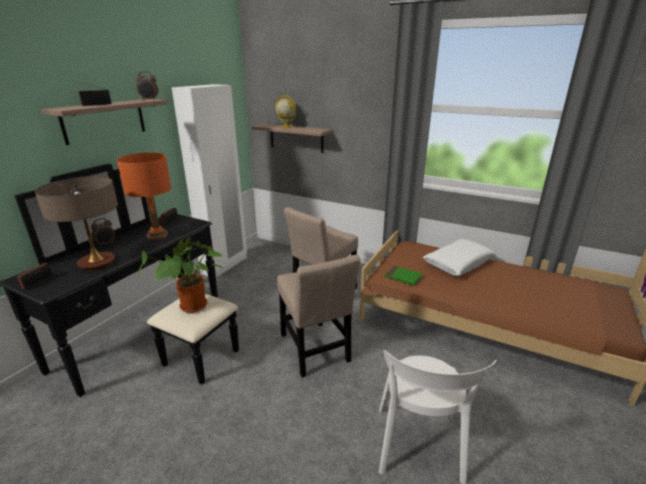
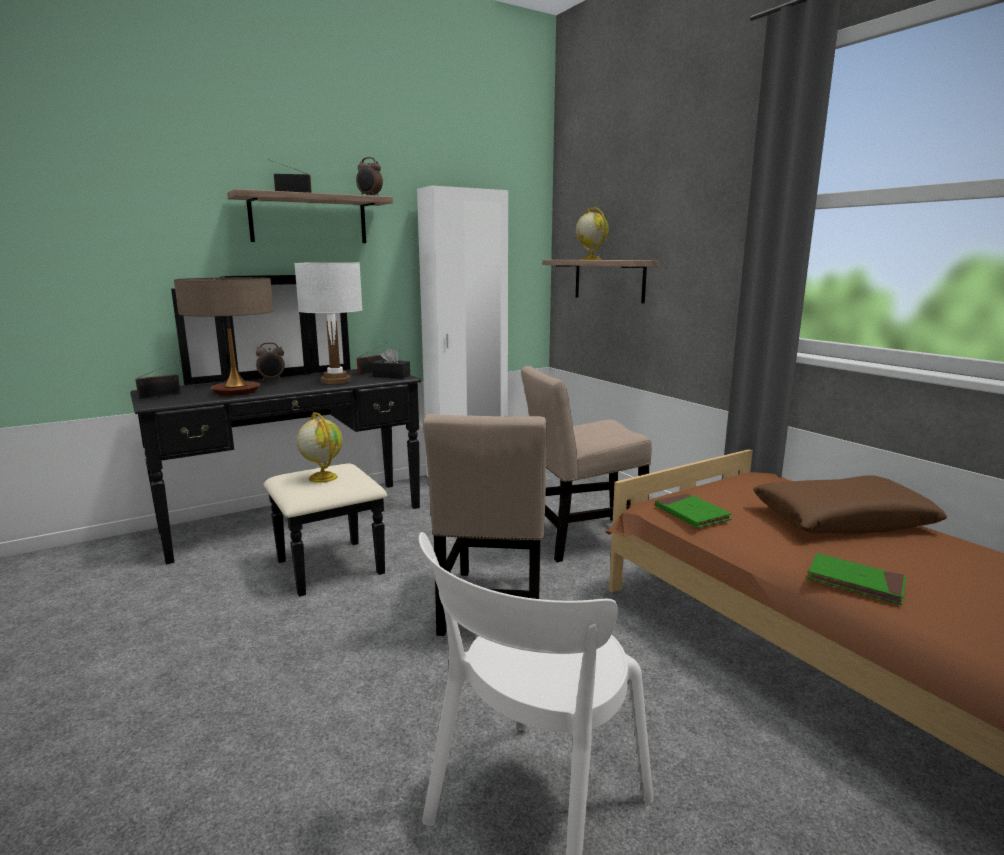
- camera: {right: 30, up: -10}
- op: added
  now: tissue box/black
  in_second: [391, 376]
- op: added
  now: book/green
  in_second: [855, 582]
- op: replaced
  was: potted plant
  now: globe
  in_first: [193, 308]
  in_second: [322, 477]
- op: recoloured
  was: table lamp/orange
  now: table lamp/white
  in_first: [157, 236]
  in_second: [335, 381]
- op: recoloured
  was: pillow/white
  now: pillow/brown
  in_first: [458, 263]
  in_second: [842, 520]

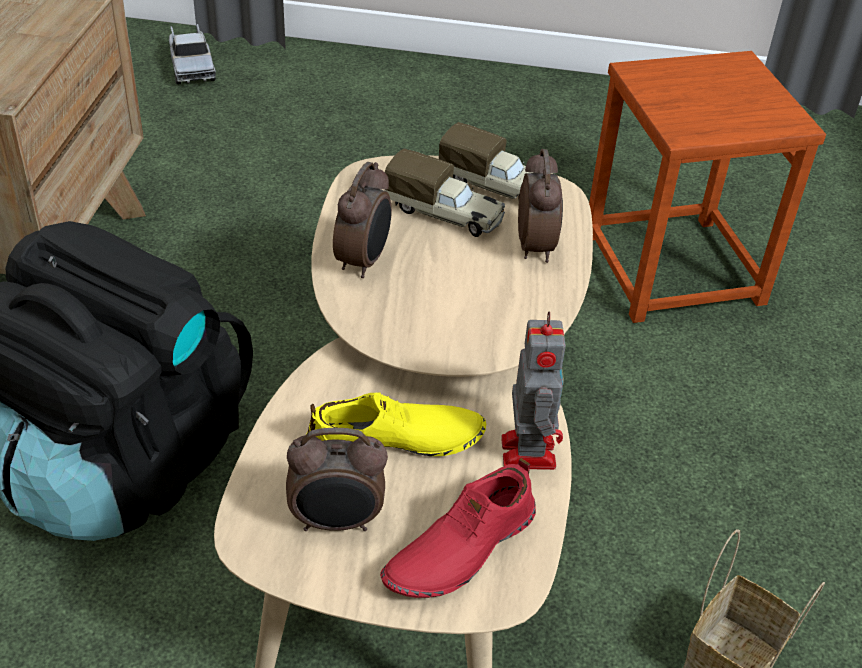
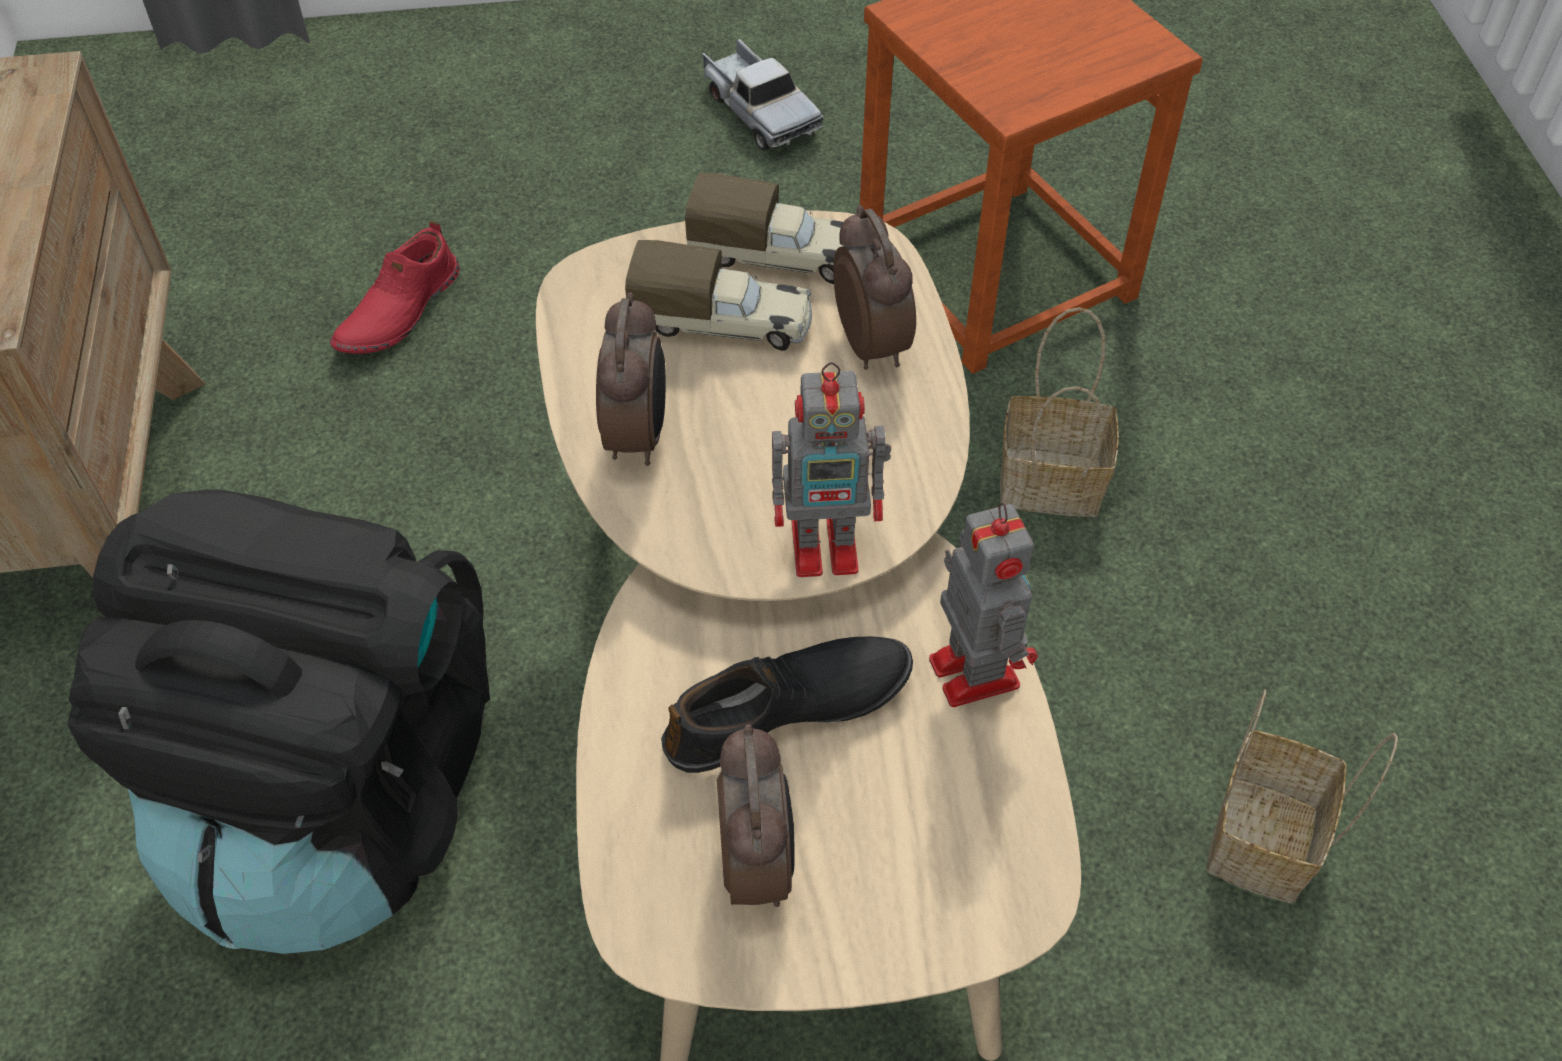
- camera: {right: -15, up: 10}
- op: added
  now: toy robot
  in_second: [829, 545]
- op: added
  now: basket
  in_second: [1046, 484]
- op: moved
  was: toy truck
  in_first: [191, 65]
  in_second: [759, 111]
- op: moved
  was: shoe/red
  in_first: [460, 548]
  in_second: [398, 311]
- op: recoloured
  was: shoe/yellow
  now: shoe/black
  in_first: [395, 442]
  in_second: [788, 712]
- op: turned
  was: alarm clock
  in_first: [337, 522]
  in_second: [758, 864]
  clockwise: -75

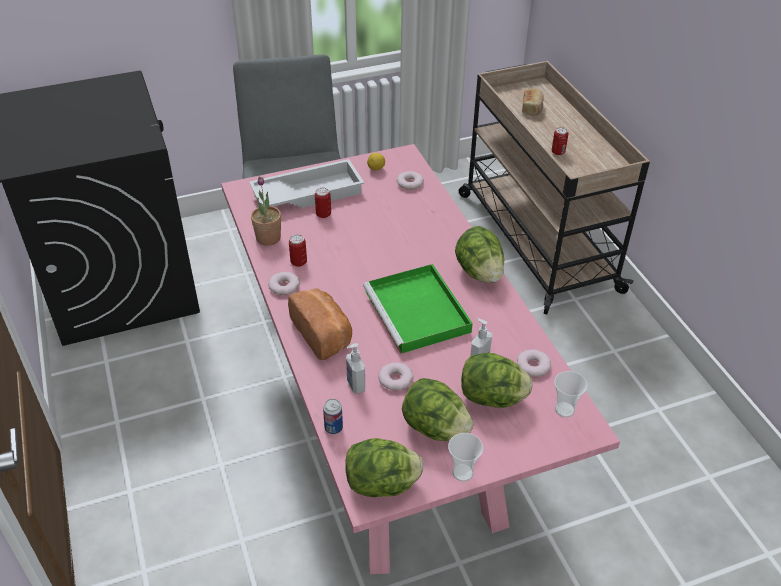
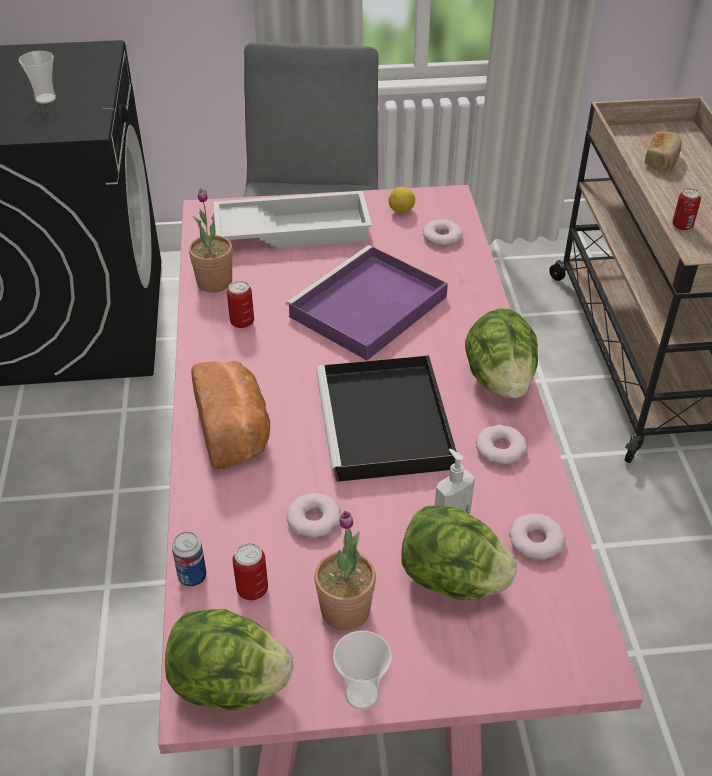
- camera: {right: 15, up: 0}
- op: removed
  was: soap dispenser
  in_first: [355, 385]
- op: added
  now: tray/purple
  in_second: [367, 308]
- op: moved
  was: donut
  in_first: [284, 286]
  in_second: [500, 449]
- op: moved
  was: can
  in_first: [323, 214]
  in_second: [252, 589]
- op: moved
  was: cup
  in_first: [564, 410]
  in_second: [45, 98]
- op: replaced
  was: lettuce
  now: potted plant
  in_first: [435, 428]
  in_second: [345, 610]
- op: recoloured
  was: tray/green
  now: tray/black
  in_first: [418, 312]
  in_second: [386, 424]

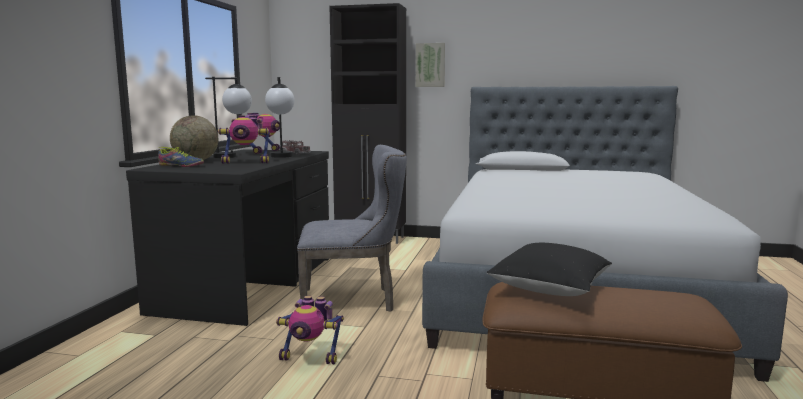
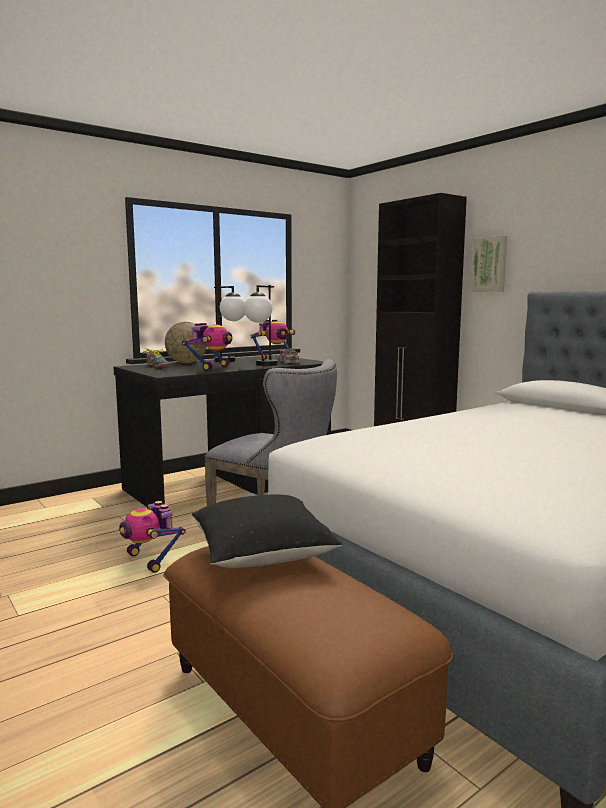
- camera: {right: 40, up: 0}
- op: turned
  was: toy robot
  in_first: [246, 162]
  in_second: [211, 368]
  clockwise: -105

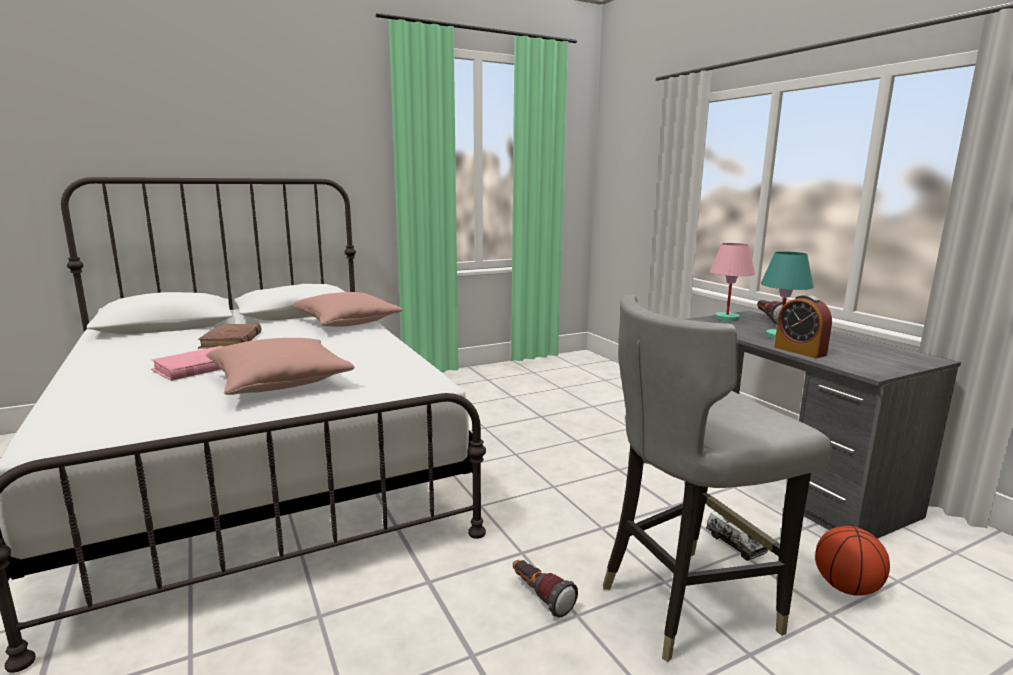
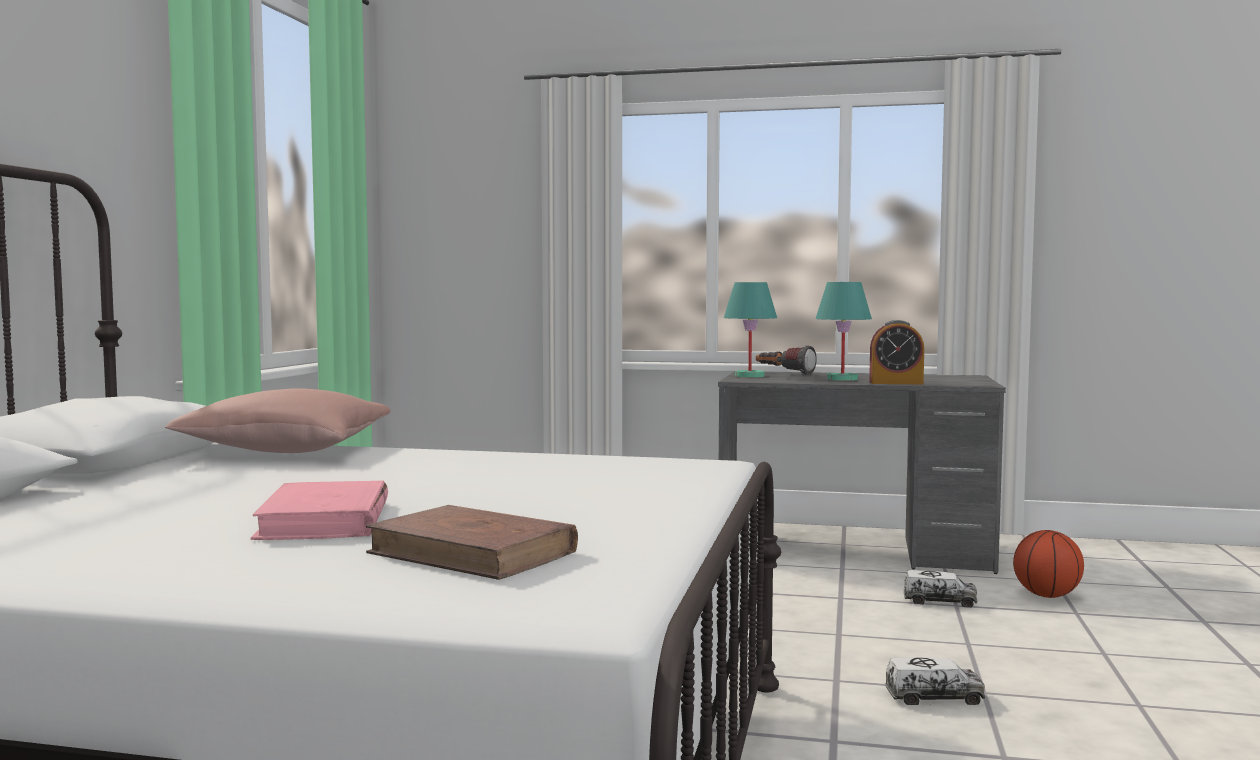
- camera: {right: -50, up: -10}
- op: removed
  was: pillow/pink
  in_first: [280, 382]
- op: removed
  was: chair/grey
  in_first: [688, 602]
- op: moved
  was: book/brown
  in_first: [231, 340]
  in_second: [473, 553]
- op: replaced
  was: flashlight
  now: toy truck
  in_first: [540, 597]
  in_second: [934, 697]
- op: recoloured
  was: table lamp/pink
  now: table lamp/turquoise
  in_first: [726, 318]
  in_second: [749, 376]

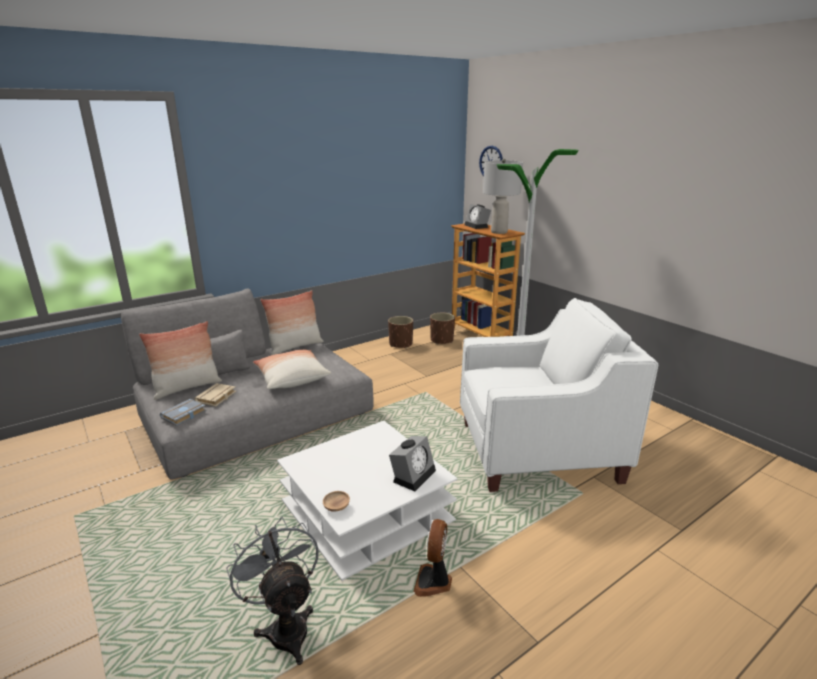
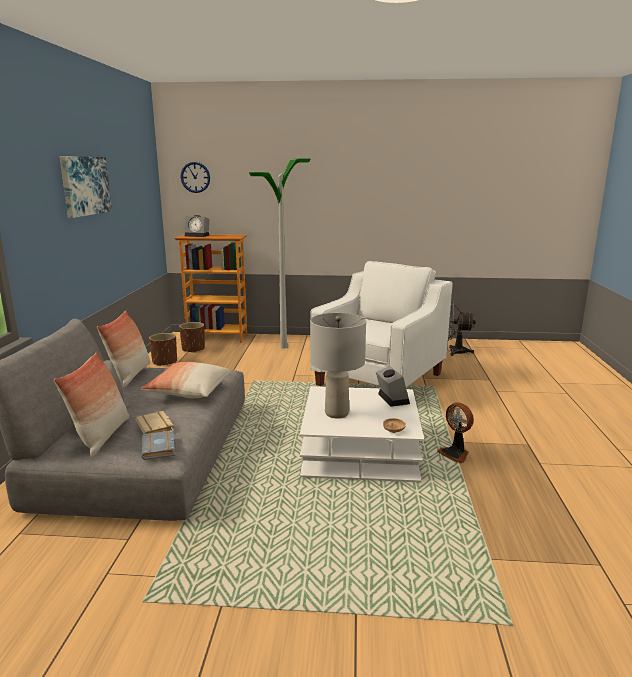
- camera: {right: -50, up: -5}
- op: added
  now: picture
  in_second: [84, 185]
- op: moved
  was: fan/grey
  in_first: [285, 626]
  in_second: [453, 351]
- op: moved
  was: table lamp/grey
  in_first: [498, 232]
  in_second: [336, 413]

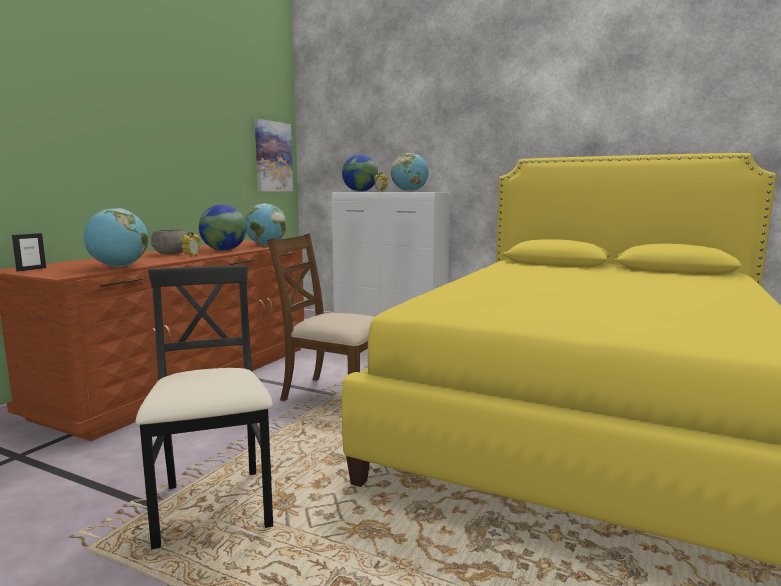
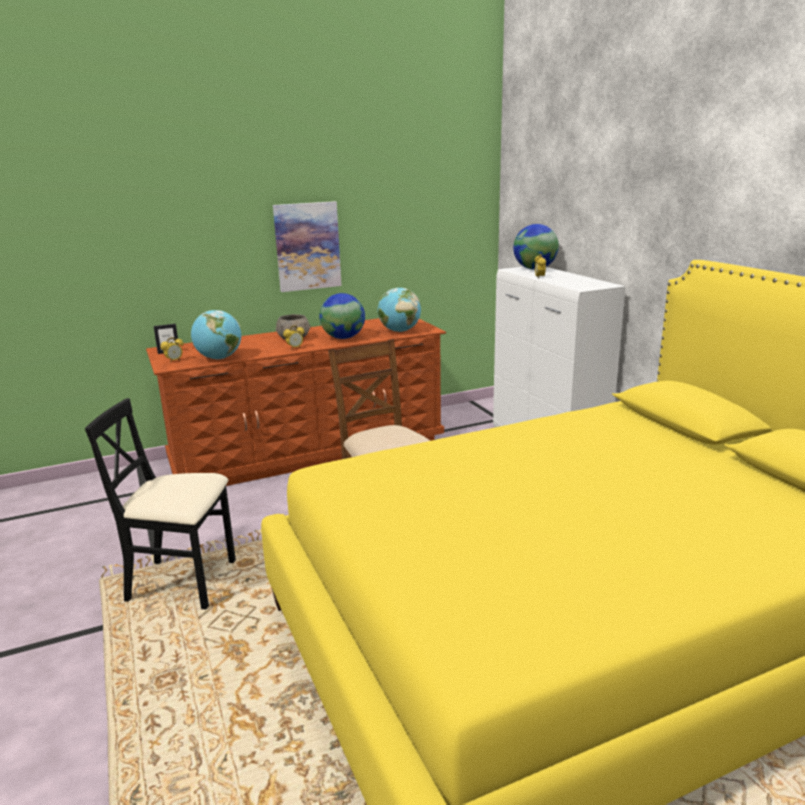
- camera: {right: 40, up: 10}
- op: removed
  was: globe
  in_first: [409, 191]
- op: added
  now: alarm clock
  in_second: [174, 361]
- op: moved
  was: picture
  in_first: [273, 156]
  in_second: [307, 246]
- op: turned
  was: chair/black
  in_first: [214, 507]
  in_second: [183, 582]
  clockwise: -105

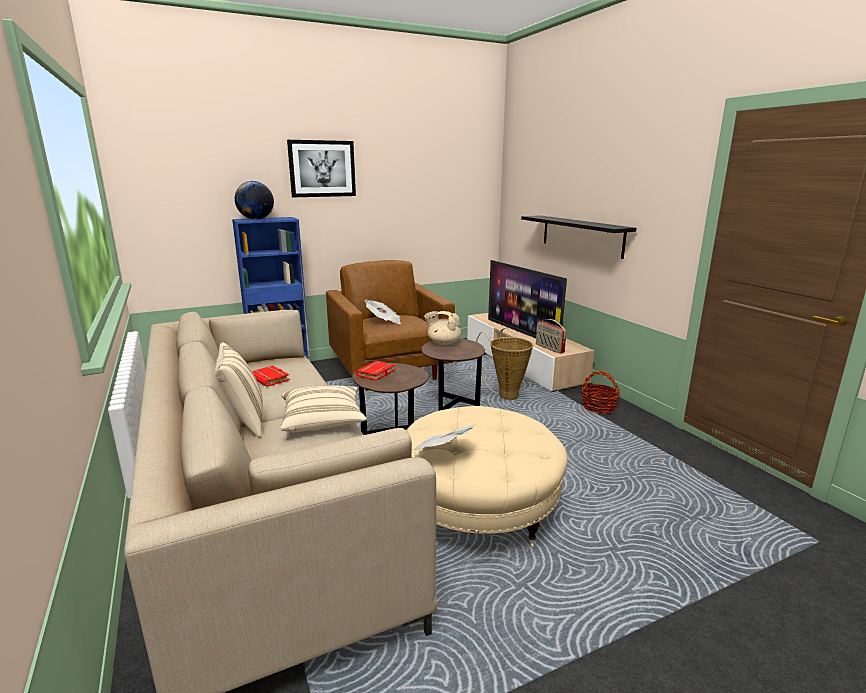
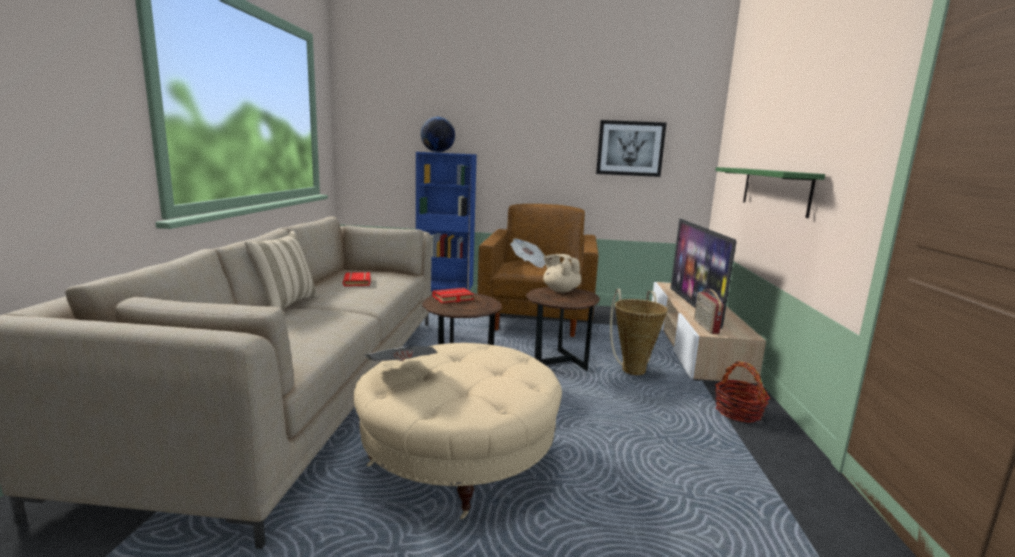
- camera: {right: 30, up: -5}
- op: removed
  was: pillow/beige
  in_first: [323, 422]
- op: moved
  was: picture
  in_first: [322, 168]
  in_second: [630, 148]
- op: recoloured
  was: shelf/black
  now: shelf/green
  in_first: [581, 235]
  in_second: [774, 190]

